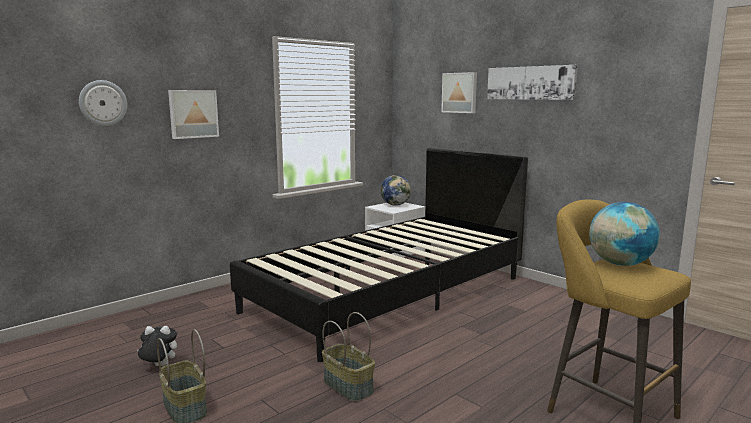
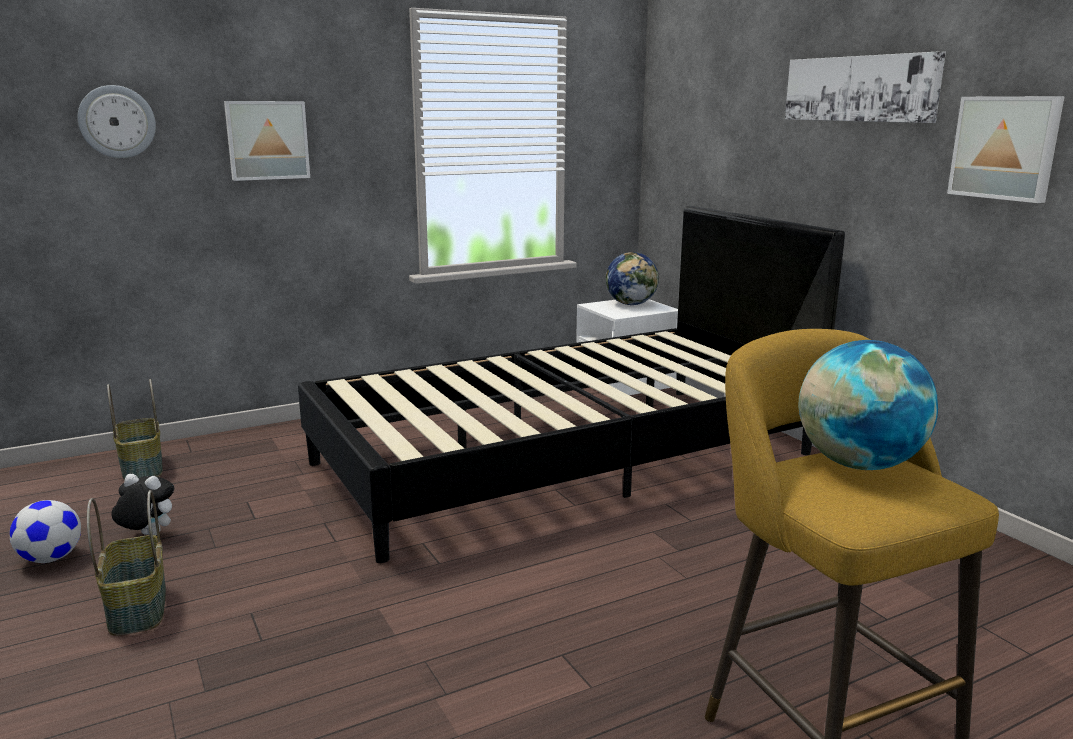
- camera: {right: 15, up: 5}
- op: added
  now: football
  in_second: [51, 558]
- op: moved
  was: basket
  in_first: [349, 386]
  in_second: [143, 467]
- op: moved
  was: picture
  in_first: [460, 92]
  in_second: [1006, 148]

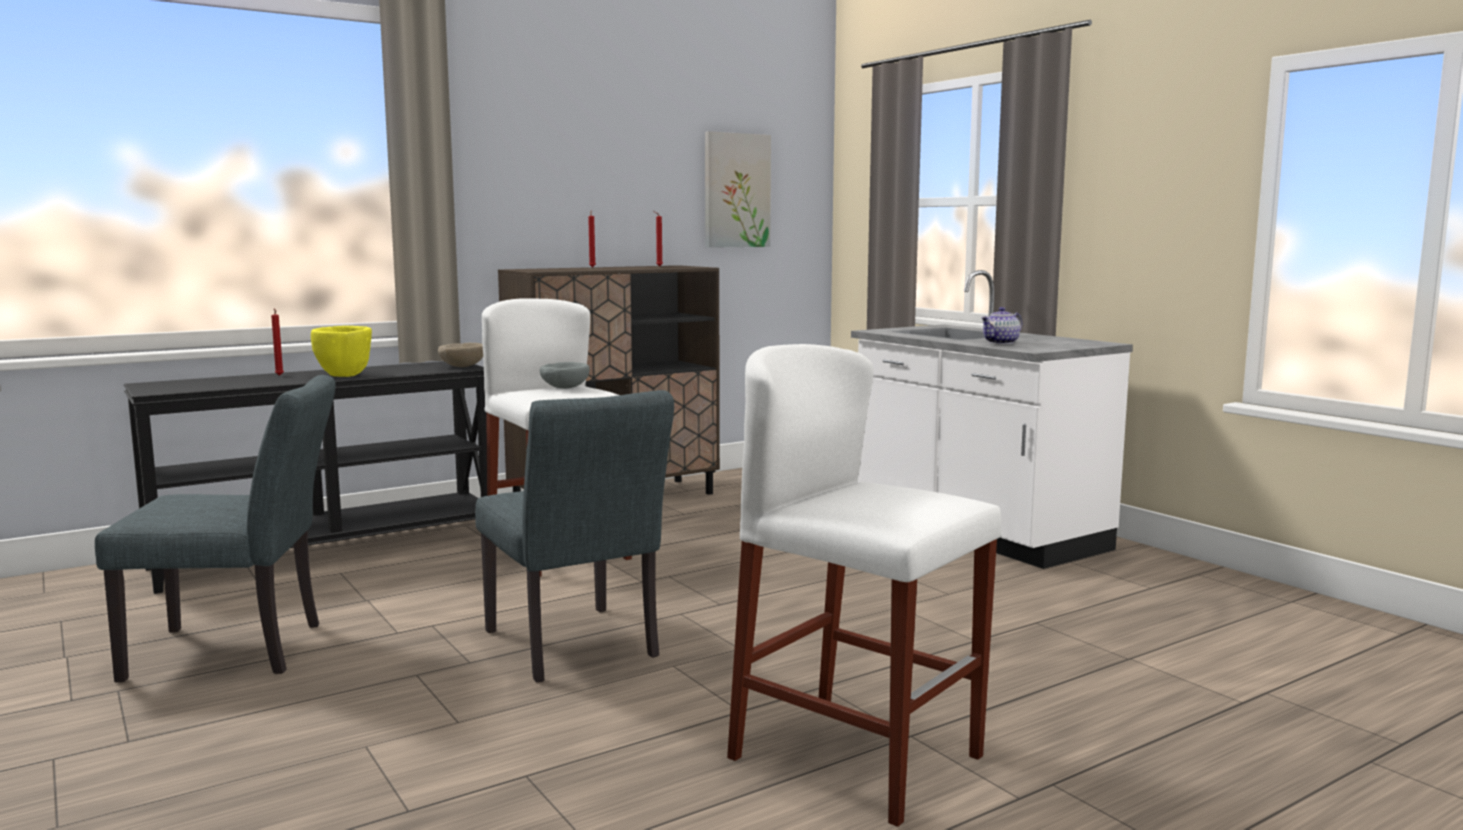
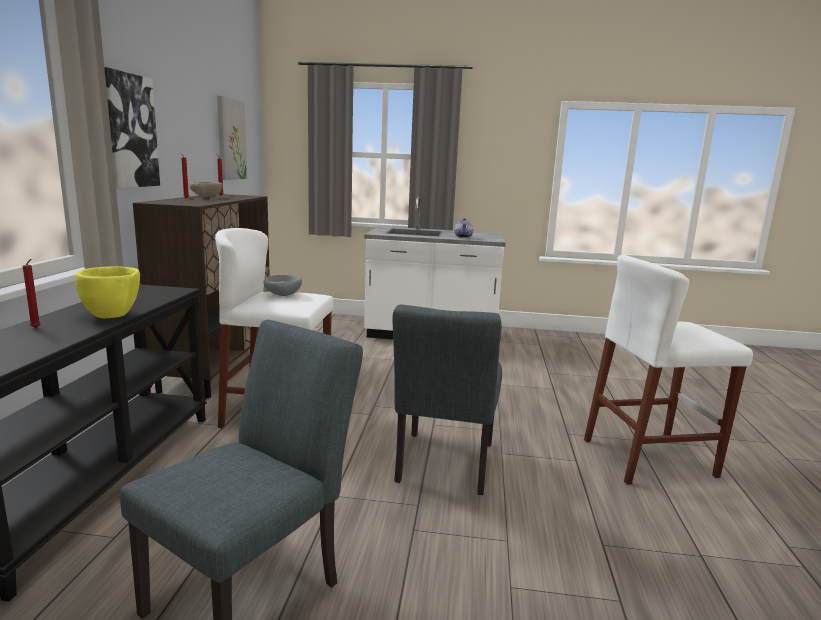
- camera: {right: -50, up: 5}
- op: added
  now: picture
  in_second: [129, 131]
- op: moved
  was: bowl/beige
  in_first: [462, 366]
  in_second: [206, 197]
- op: turned
  was: chair/grey
  in_first: [576, 648]
  in_second: [443, 467]
  clockwise: 90

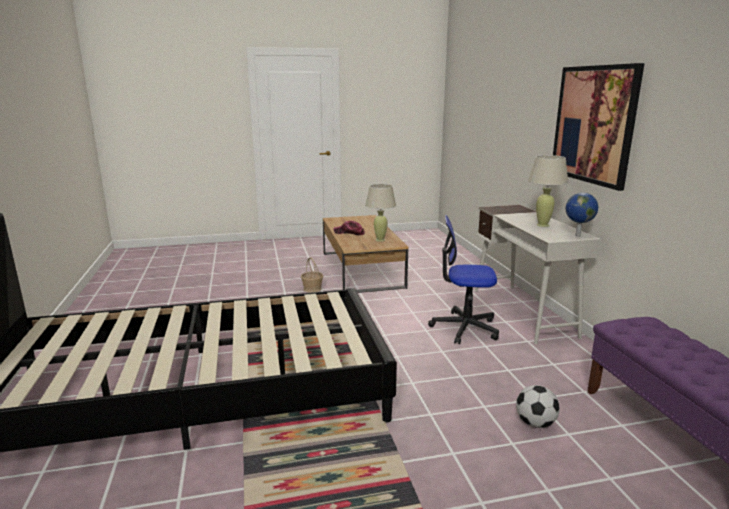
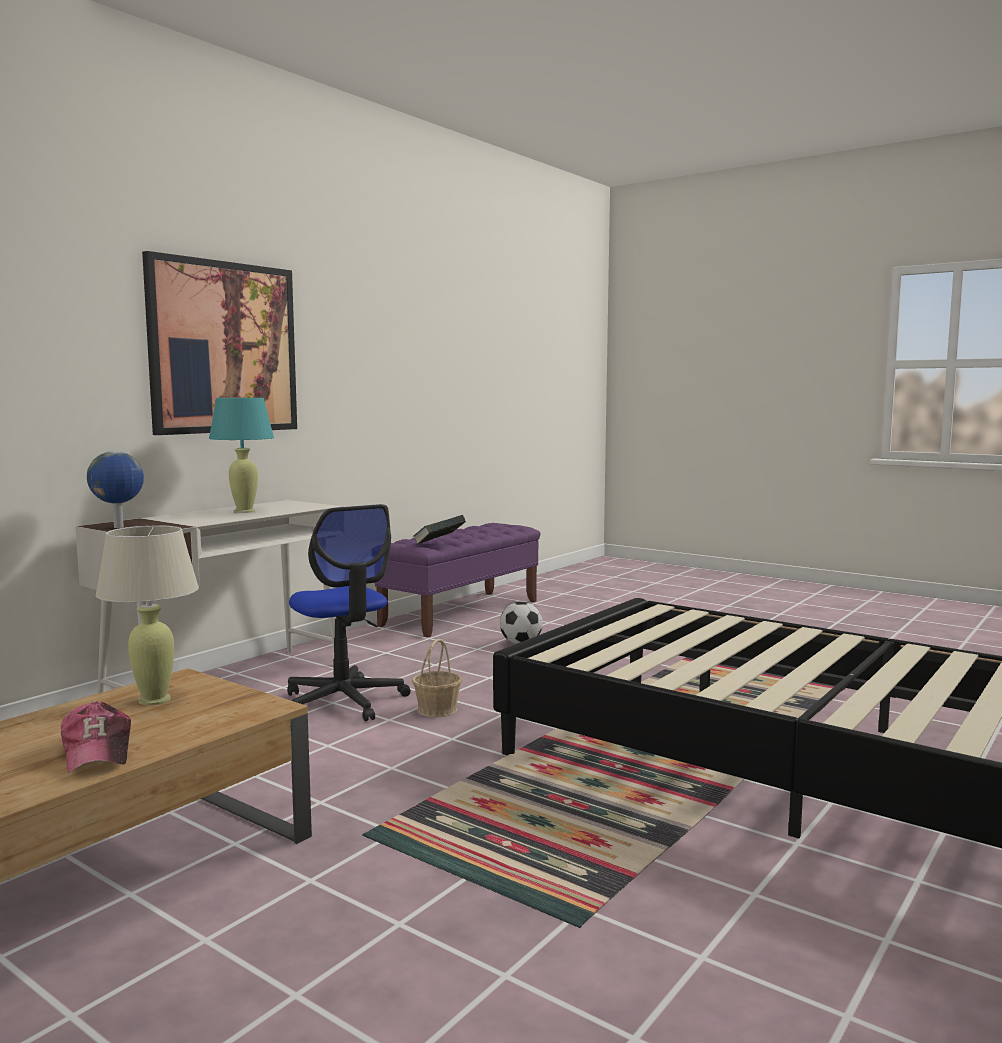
- camera: {right: -130, up: -10}
- op: added
  now: book
  in_second: [439, 544]
- op: moved
  was: basket
  in_first: [312, 289]
  in_second: [437, 710]
- op: moved
  was: globe
  in_first: [577, 235]
  in_second: [119, 527]
- op: recoloured
  was: table lamp/beige
  now: table lamp/turquoise
  in_first: [542, 225]
  in_second: [245, 511]

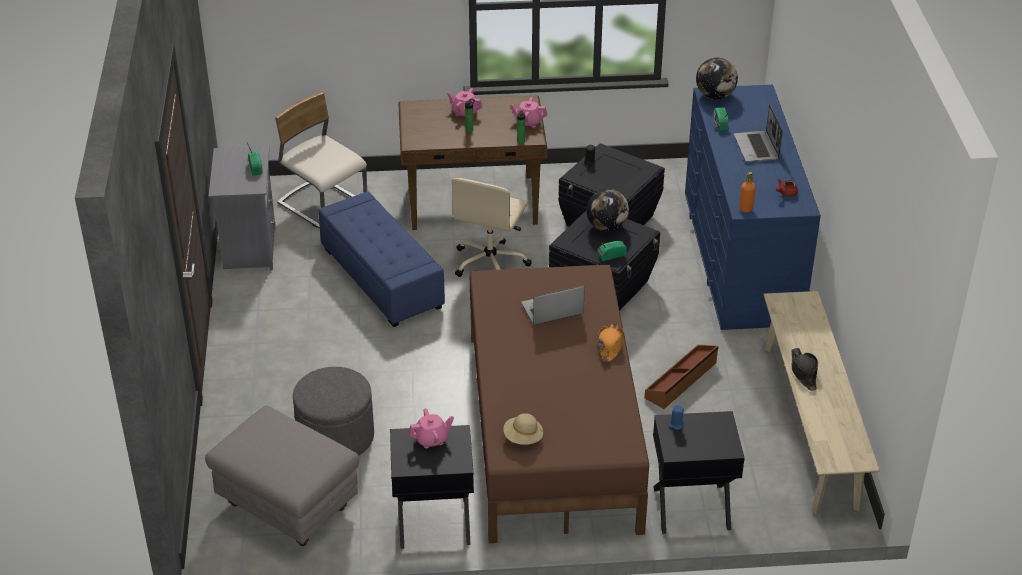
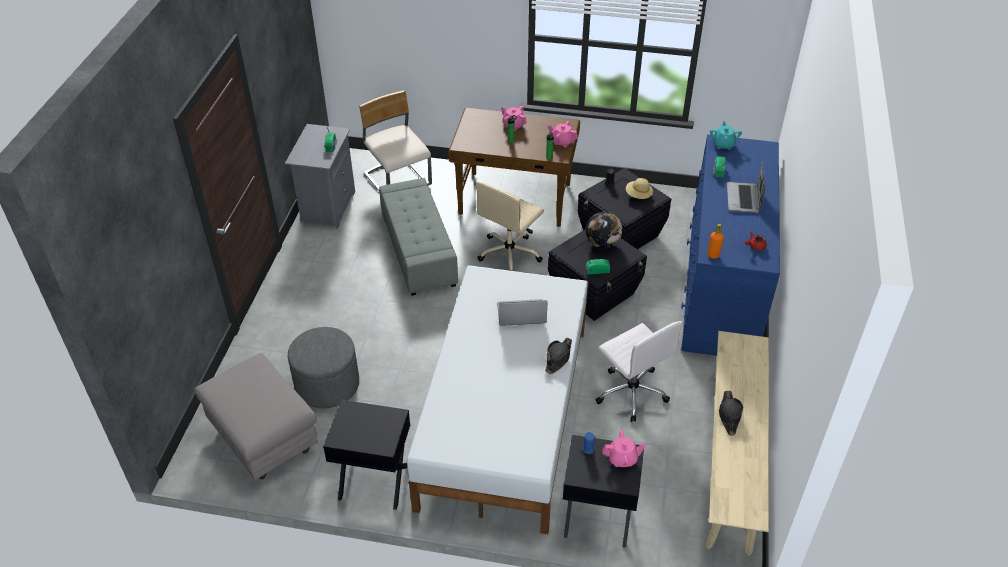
- camera: {right: 15, up: 5}
- op: moved
  was: teapot/pink
  in_first: [432, 439]
  in_second: [622, 459]
- op: moved
  was: hat/beige
  in_first: [523, 438]
  in_second: [638, 195]
- op: replaced
  was: storage box/brown
  now: office chair/white
  in_first: [681, 381]
  in_second: [631, 392]
- op: replaced
  was: globe
  now: teapot/turquoise
  in_first: [715, 95]
  in_second: [723, 144]
- op: recoloured
  was: ottoman/blue
  now: ottoman/grey
  in_first: [382, 277]
  in_second: [419, 251]
- op: recoloured
  was: bed/brown
  now: bed/white
  in_first: [550, 431]
  in_second: [503, 416]
- op: recoloured
  was: hat/orange
  now: hat/black
  in_first: [610, 345]
  in_second: [558, 358]

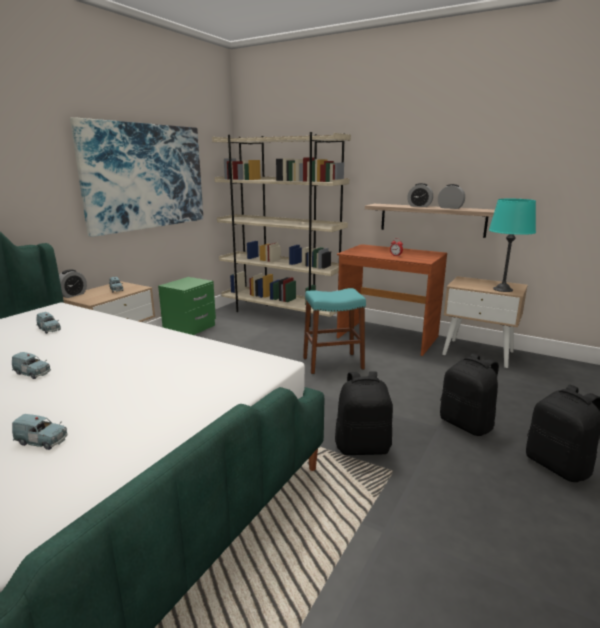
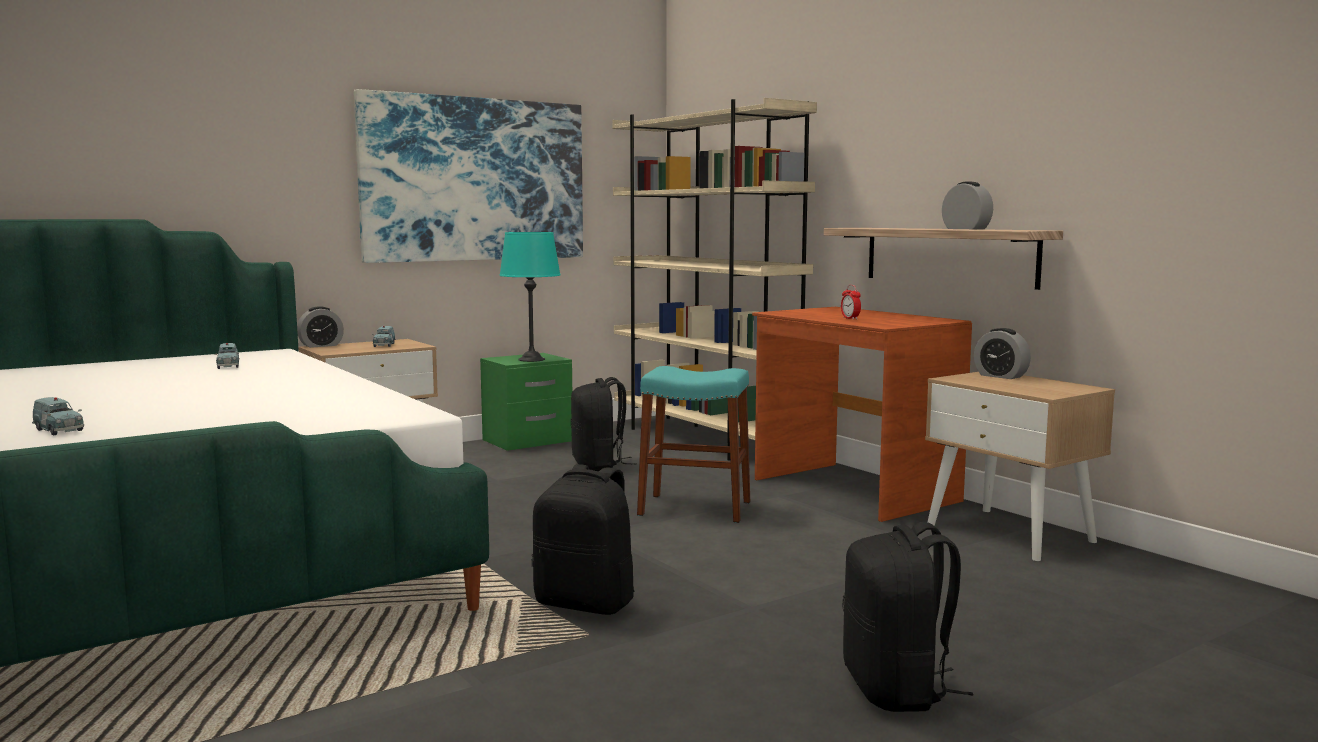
- camera: {right: 25, up: -10}
- op: removed
  was: toy car/blue
  in_first: [32, 373]
- op: moved
  was: alarm clock
  in_first: [419, 206]
  in_second: [1000, 376]
- op: moved
  was: backpack/black
  in_first: [467, 424]
  in_second: [599, 465]
- op: moved
  was: table lamp/turquoise
  in_first: [503, 289]
  in_second: [531, 359]

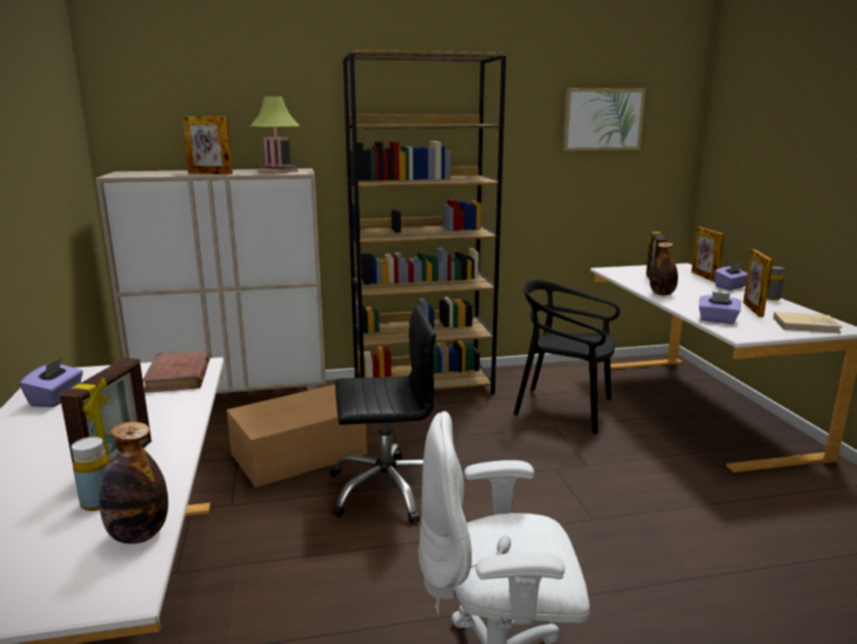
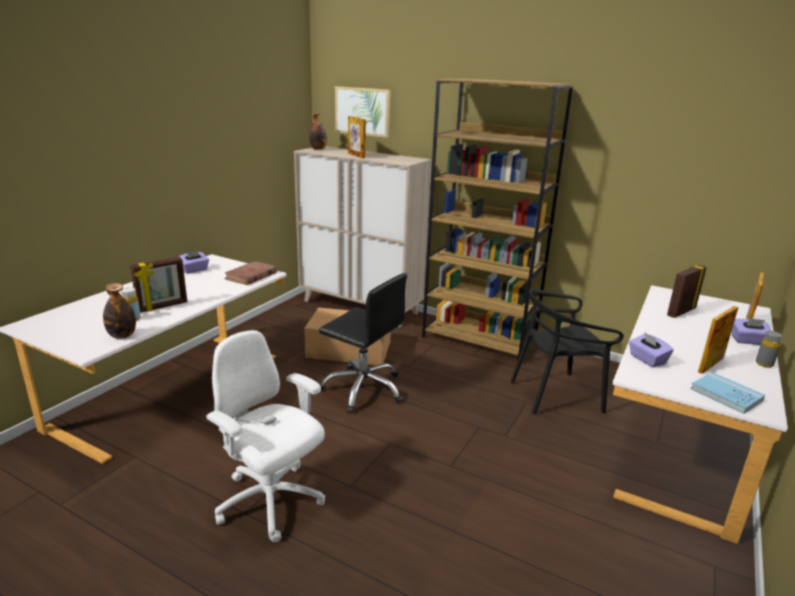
- camera: {right: 40, up: 5}
- op: removed
  was: table lamp
  in_first: [278, 171]
- op: moved
  was: picture
  in_first: [602, 119]
  in_second: [362, 111]
- op: moved
  was: bottle
  in_first: [662, 294]
  in_second: [318, 149]
- op: recoloured
  was: book/beige
  now: book/blue
  in_first: [805, 325]
  in_second: [726, 395]
- op: turned
  was: chair/black
  in_first: [564, 408]
  in_second: [555, 394]
  clockwise: -75

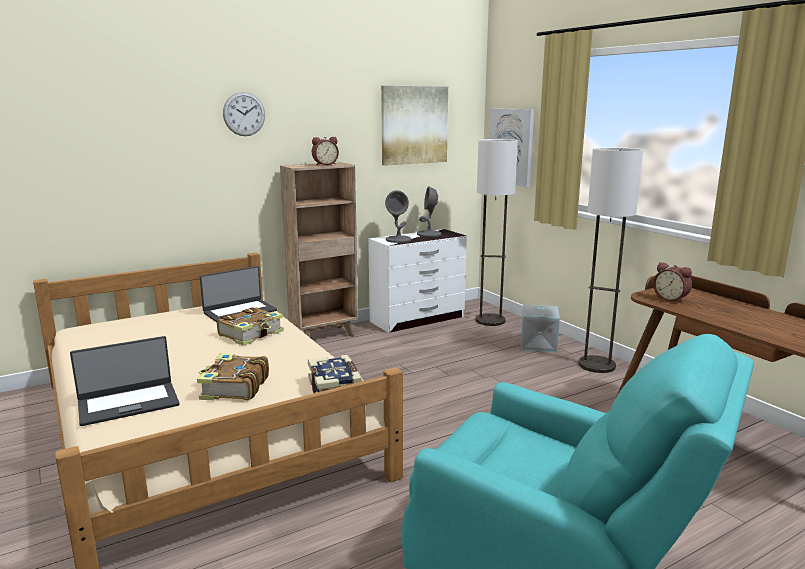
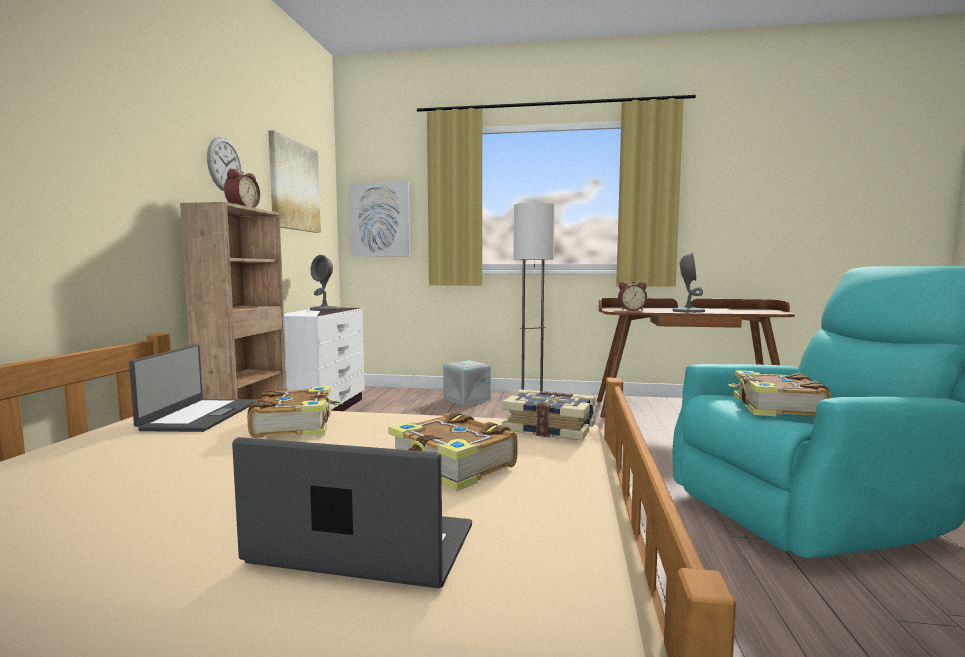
- camera: {right: -50, up: -10}
- op: removed
  was: floor lamp
  in_first: [490, 320]
- op: added
  now: book
  in_second: [775, 408]
- op: moved
  was: wall clock
  in_first: [244, 114]
  in_second: [224, 165]
- op: moved
  was: table lamp/grey
  in_first: [398, 240]
  in_second: [688, 311]
- op: turned
  was: laptop
  in_first: [128, 403]
  in_second: [362, 547]
  clockwise: -90

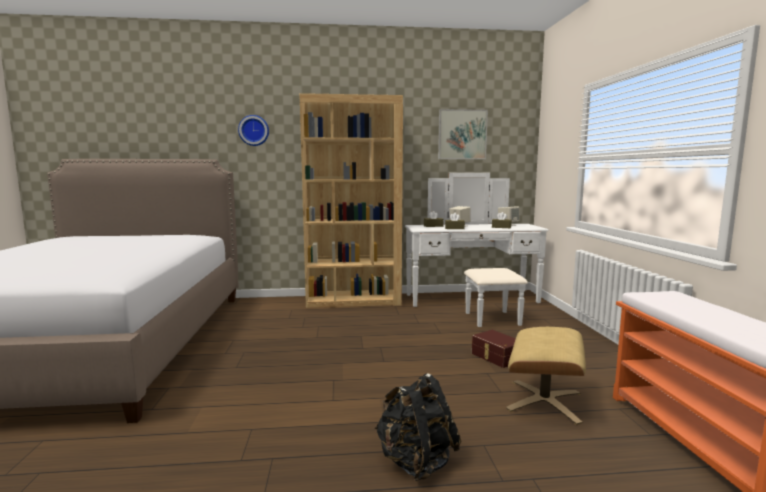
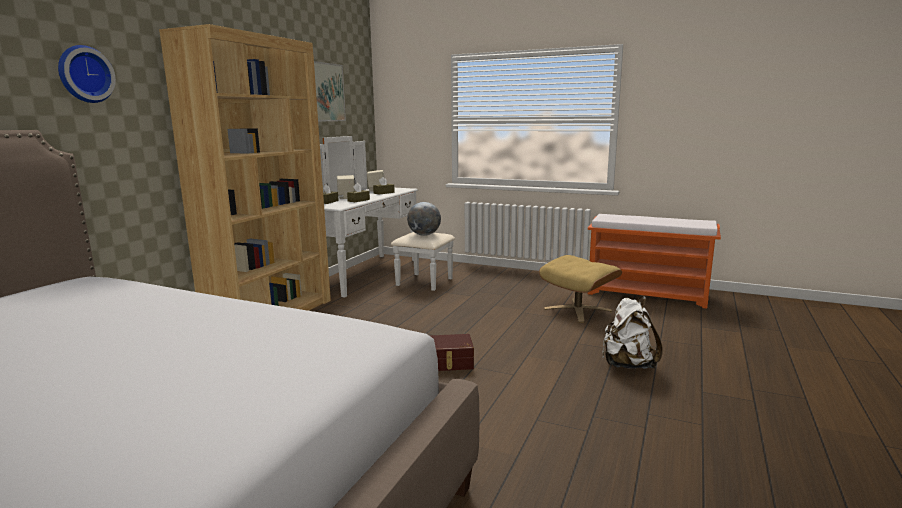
- camera: {right: -60, up: 5}
- op: added
  now: globe
  in_second: [424, 235]
- op: moved
  was: storage box/brown
  in_first: [496, 357]
  in_second: [448, 363]
- op: recoloured
  was: backpack/black
  now: backpack/white
  in_first: [416, 462]
  in_second: [627, 365]

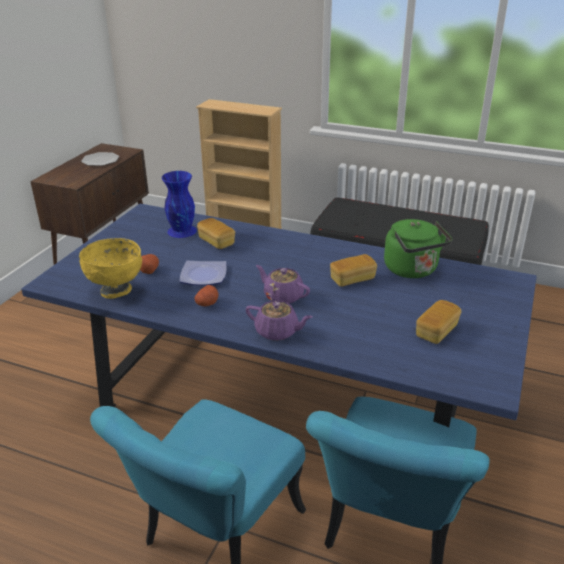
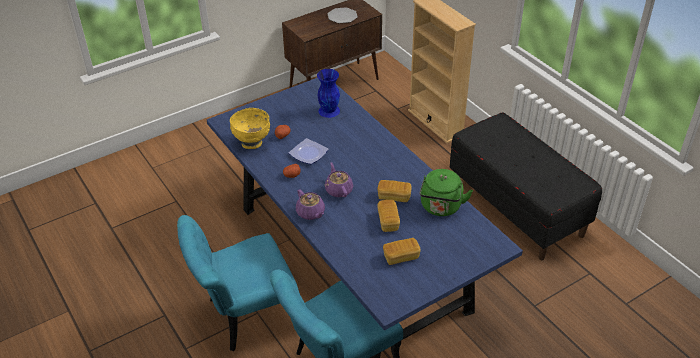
- camera: {right: 35, up: 10}
- op: moved
  was: bread
  in_first: [216, 242]
  in_second: [388, 221]

